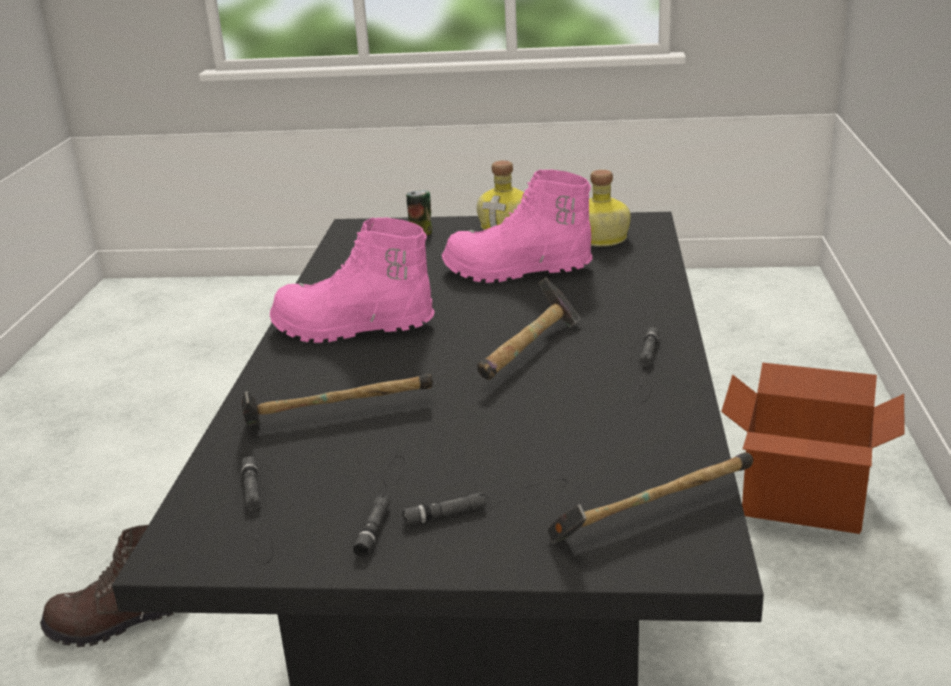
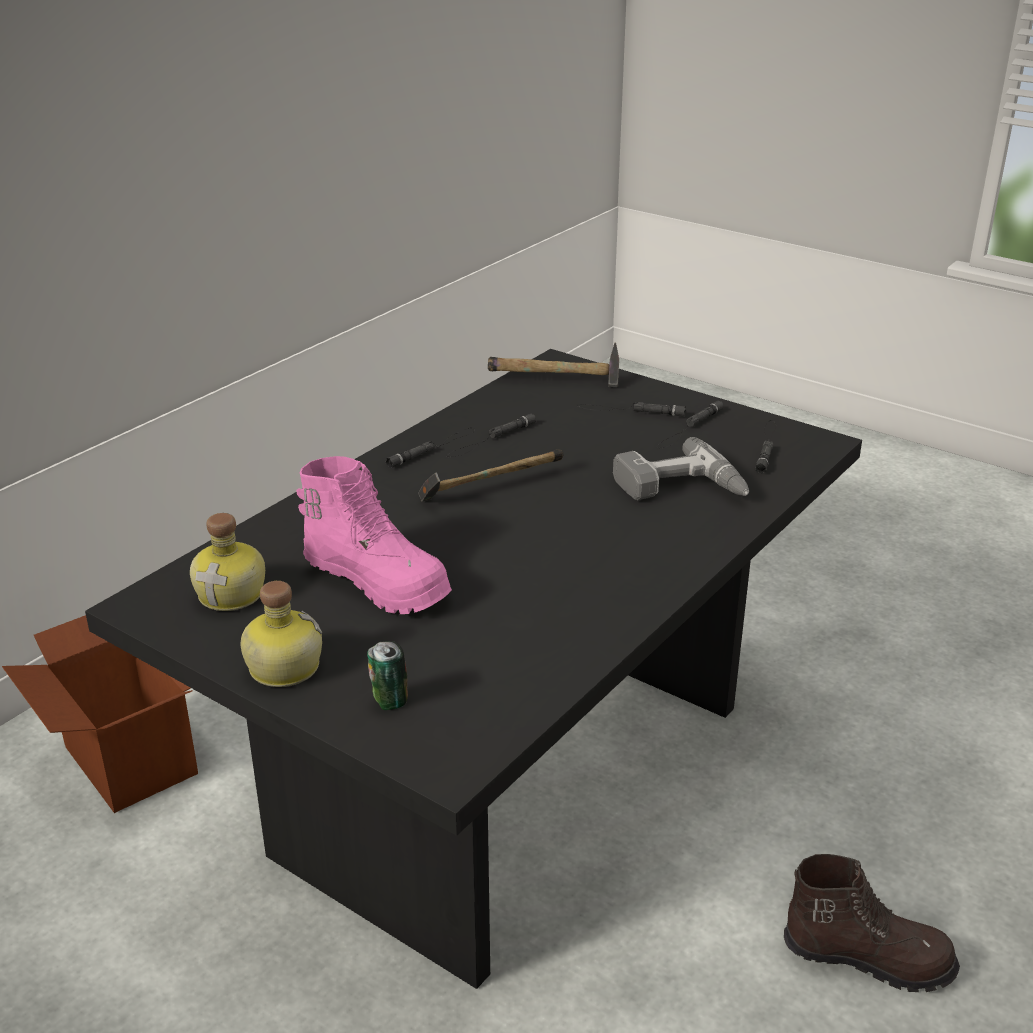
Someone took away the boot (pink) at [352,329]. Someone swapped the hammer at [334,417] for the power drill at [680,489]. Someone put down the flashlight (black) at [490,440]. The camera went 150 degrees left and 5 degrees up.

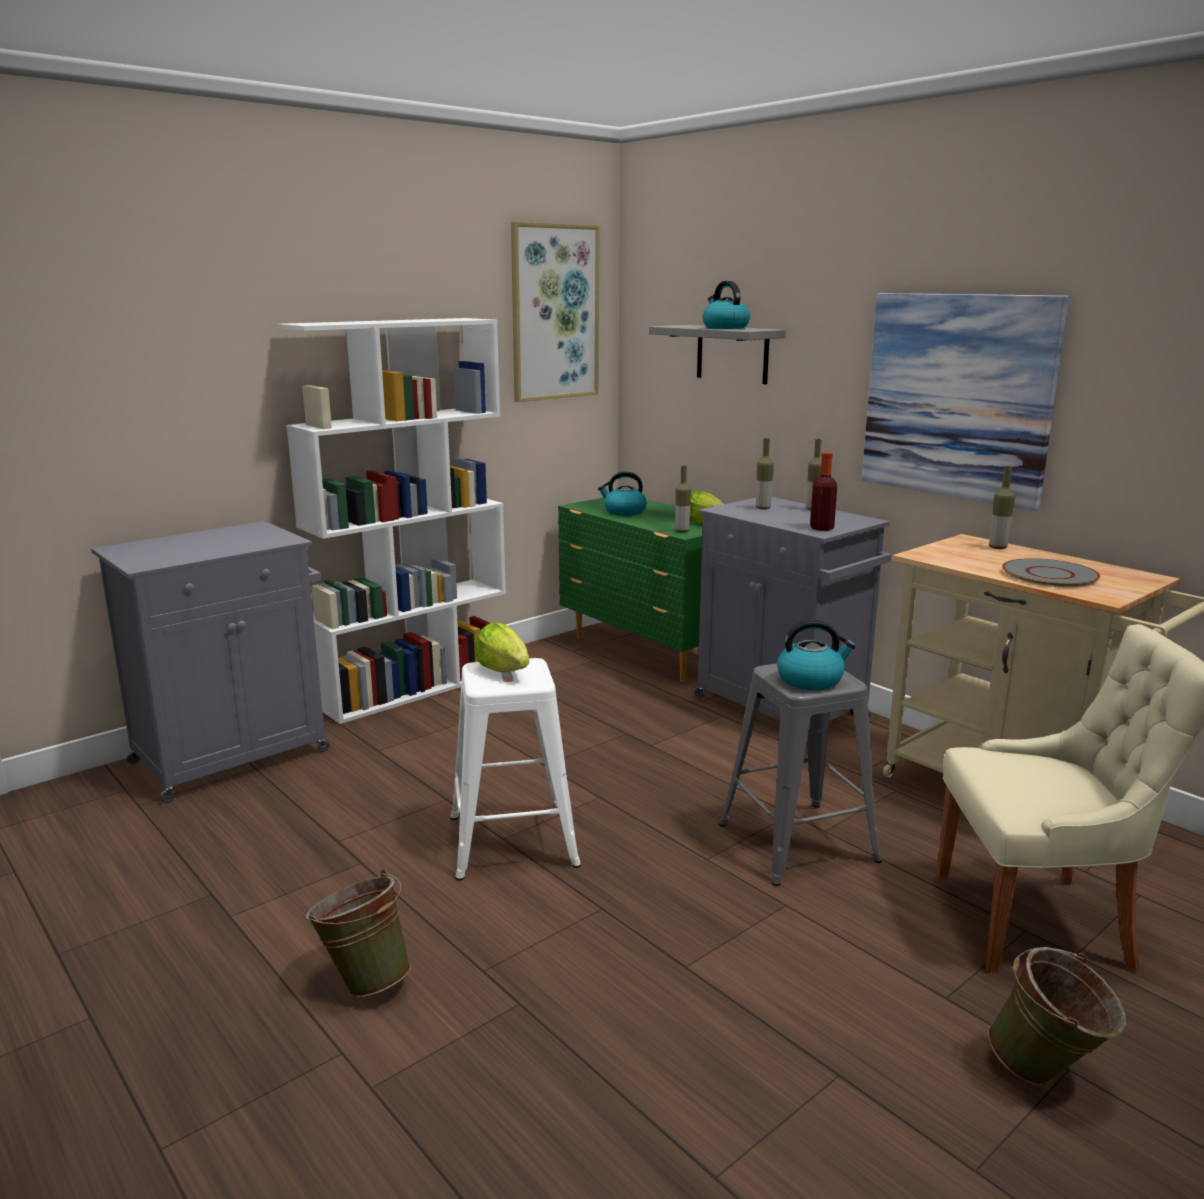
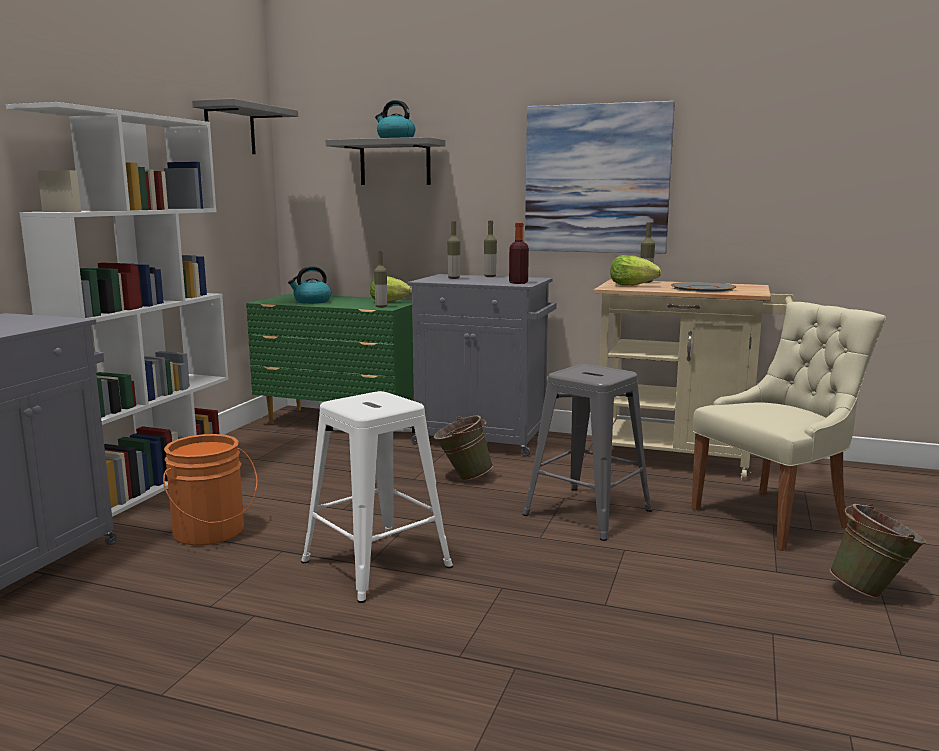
Someone swapped the picture at [554,313] for the shelf (grey) at [230,129]. Someone took away the kettle at [811,680]. Someone carried the lettuce from [503,669] to [631,285]. Someone carried the bucket (green) from [364,979] to [462,477]. Someone put down the bucket (orange) at [211,532]. The camera went 30 degrees left and 5 degrees down.

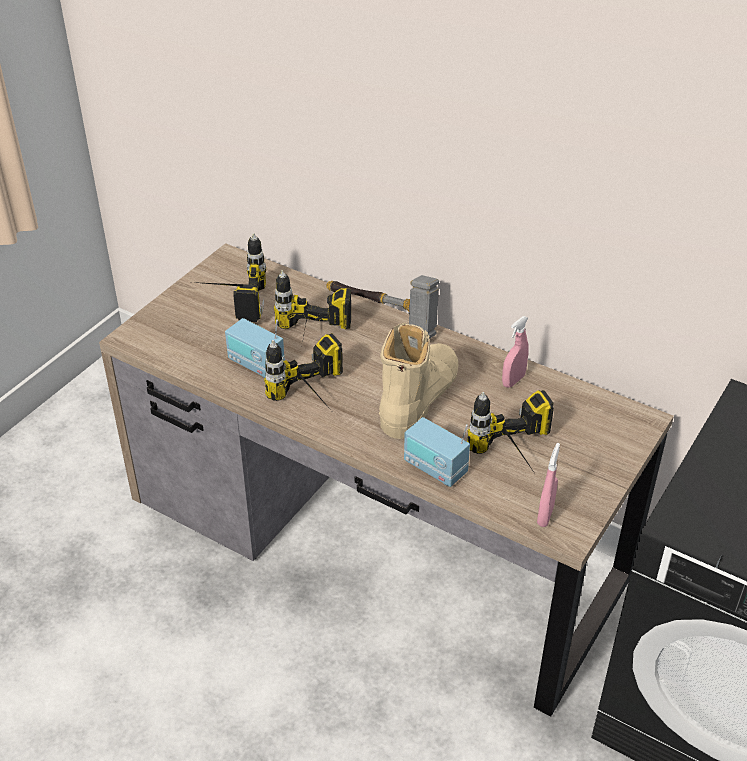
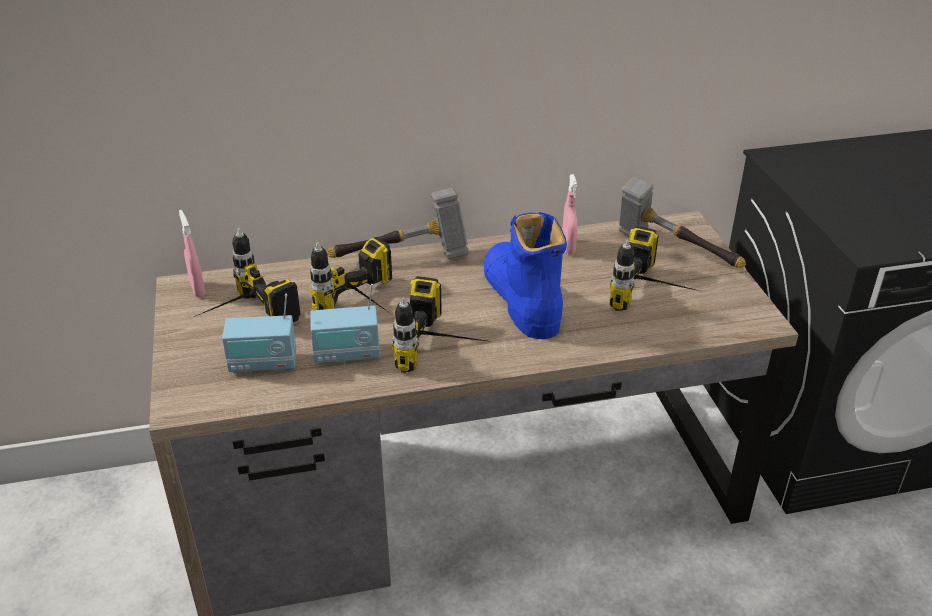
Someone repainted the boot (beige) at [418,398], which became the boot (blue) at [521,299]. Someone carried the radio from [435,468] to [263,364]. Someone carried the spray bottle (pink) from [545,516] to [197,289]. Someone put down the hammer at [673,253]. The camera went 45 degrees left and 5 degrees down.

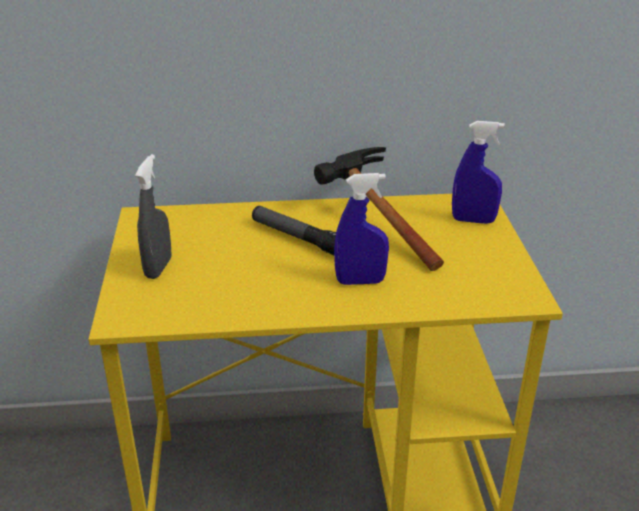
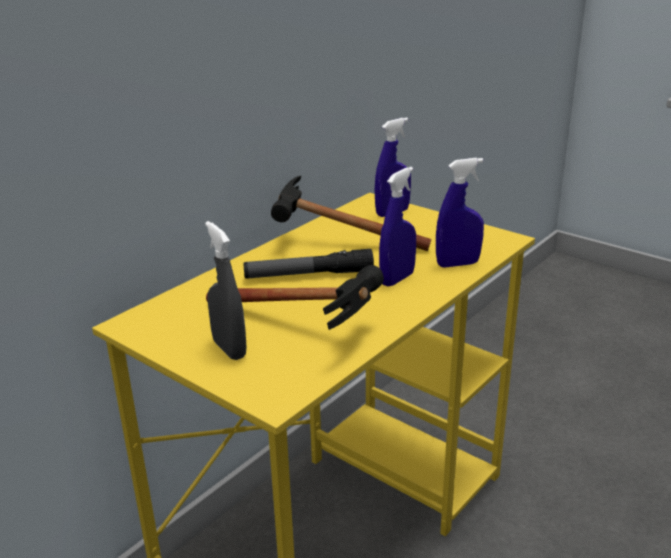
Someone put down the spray bottle (blue) at [457,264]. Someone put down the hammer at [308,328]. The camera went 45 degrees left and 5 degrees down.

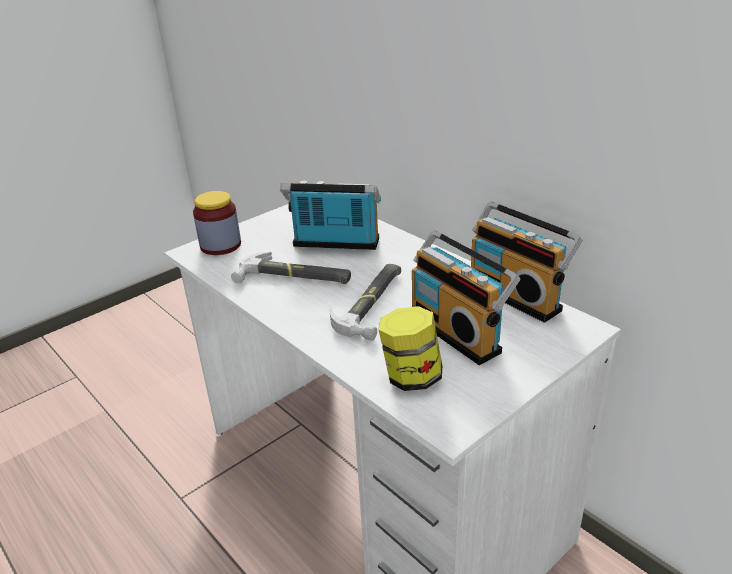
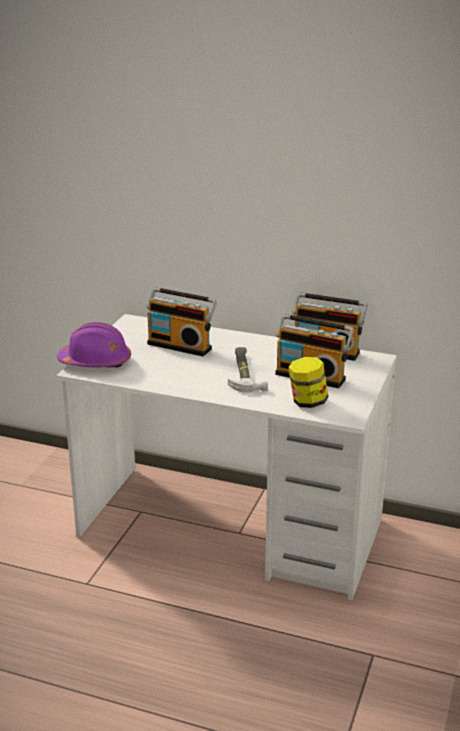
Someone rotated the radio at [335,244] by 135 degrees counterclockwise. Someone swapped the jar at [220,245] for the hard hat (purple) at [96,362]. Someone took away the hammer at [294,277]. The camera went 30 degrees left and 5 degrees down.

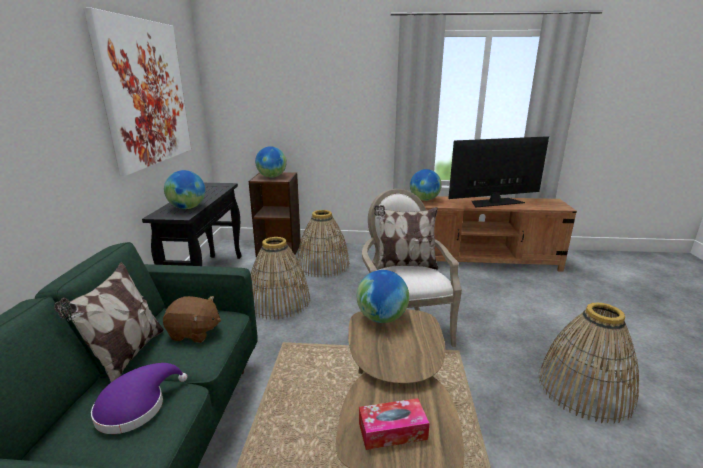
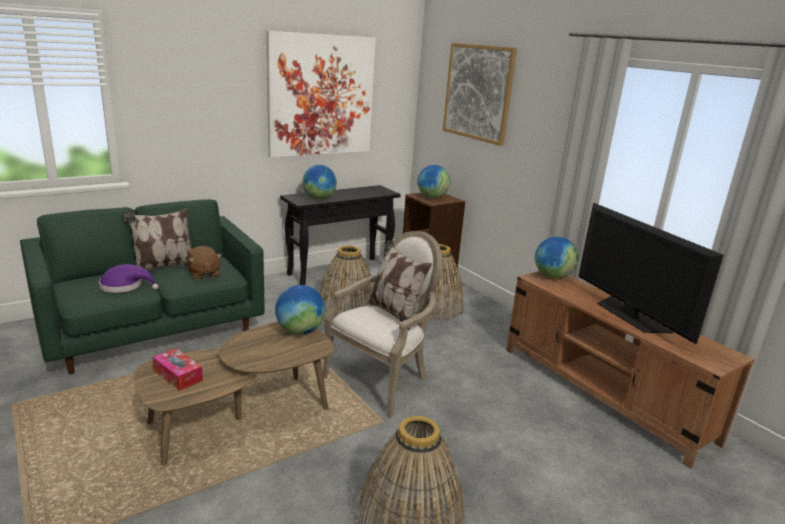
Someone rotated the television at [495,202] by 150 degrees counterclockwise. Someone put up the picture at [478,92]. The camera went 50 degrees right and 0 degrees up.

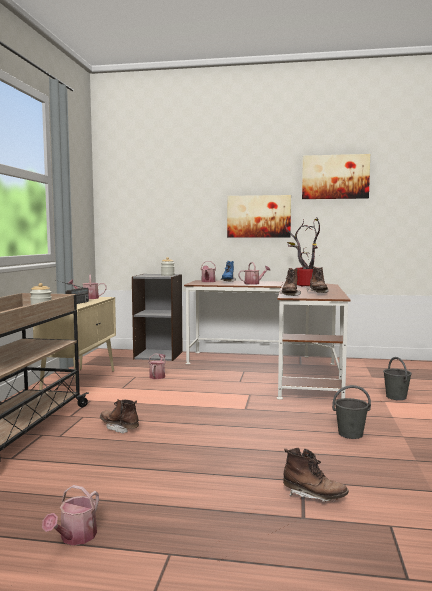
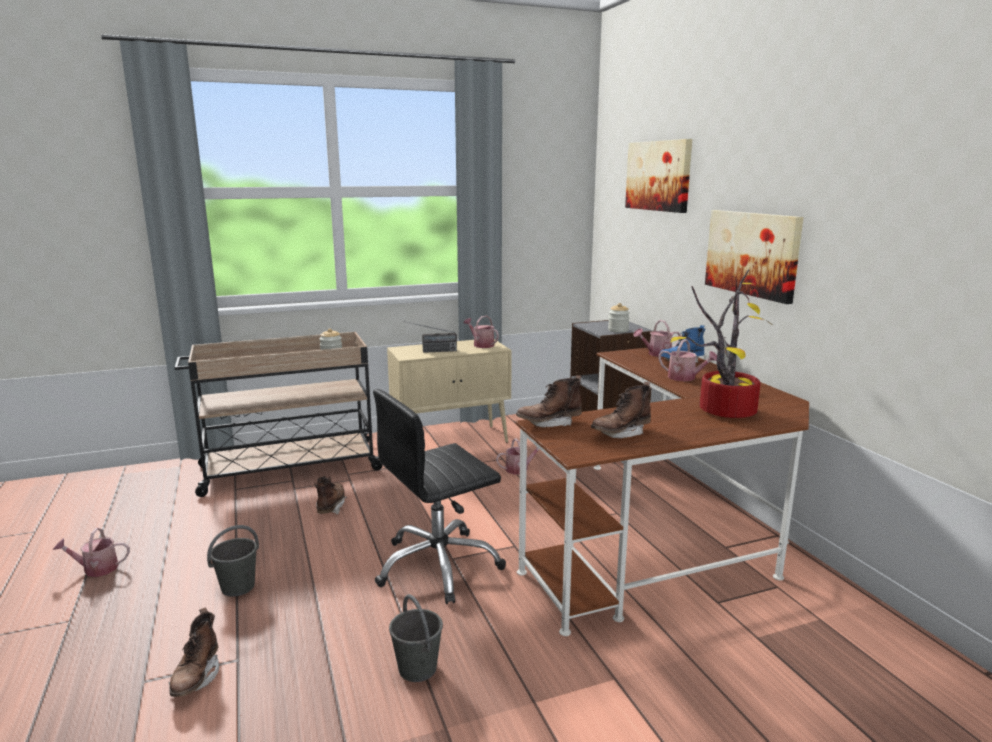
Someone carried the picture from [335,177] to [658,176]. Someone carried the bucket (grey) from [396,397] to [237,587]. Someone put down the office chair (black) at [438,566]. The camera went 60 degrees right and 10 degrees up.

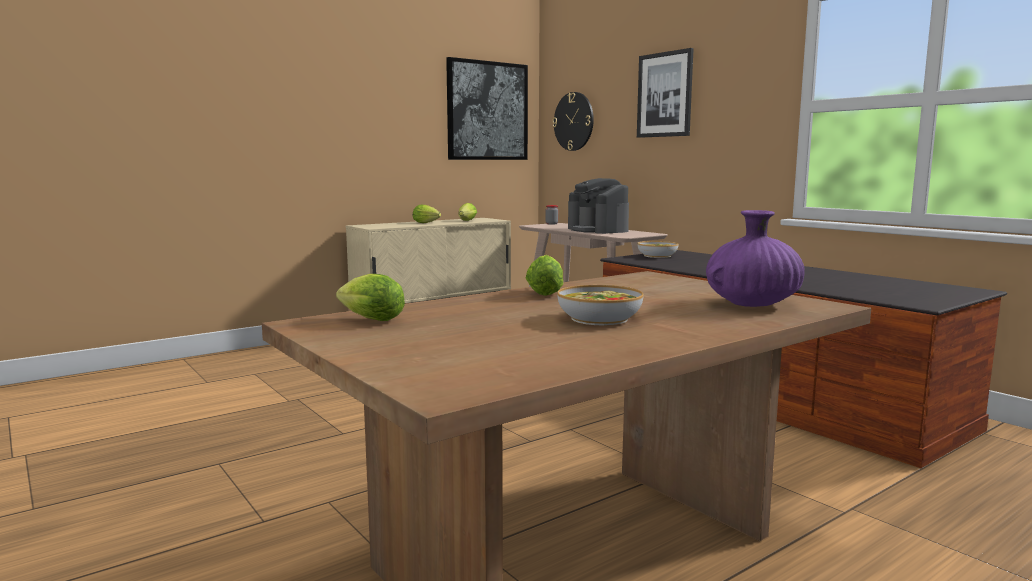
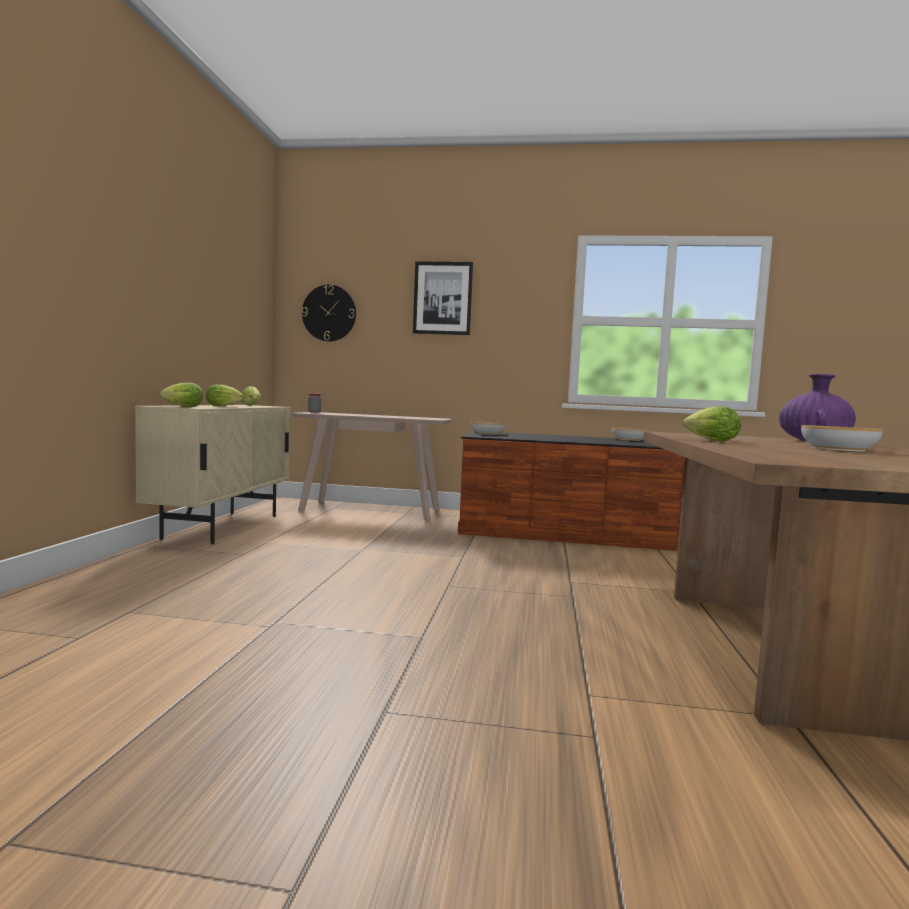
Someone took away the picture at [487,111]. Someone took away the coffee machine at [598,230]. Someone carried the lettuce from [368,319] to [181,406]. Someone put down the bowl at [629,439]. The camera went 45 degrees left and 5 degrees down.

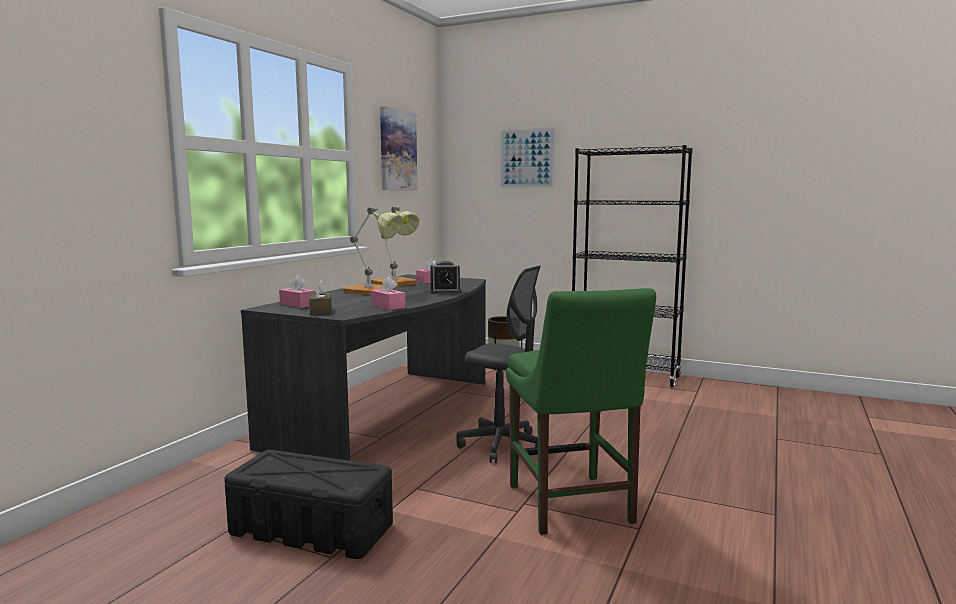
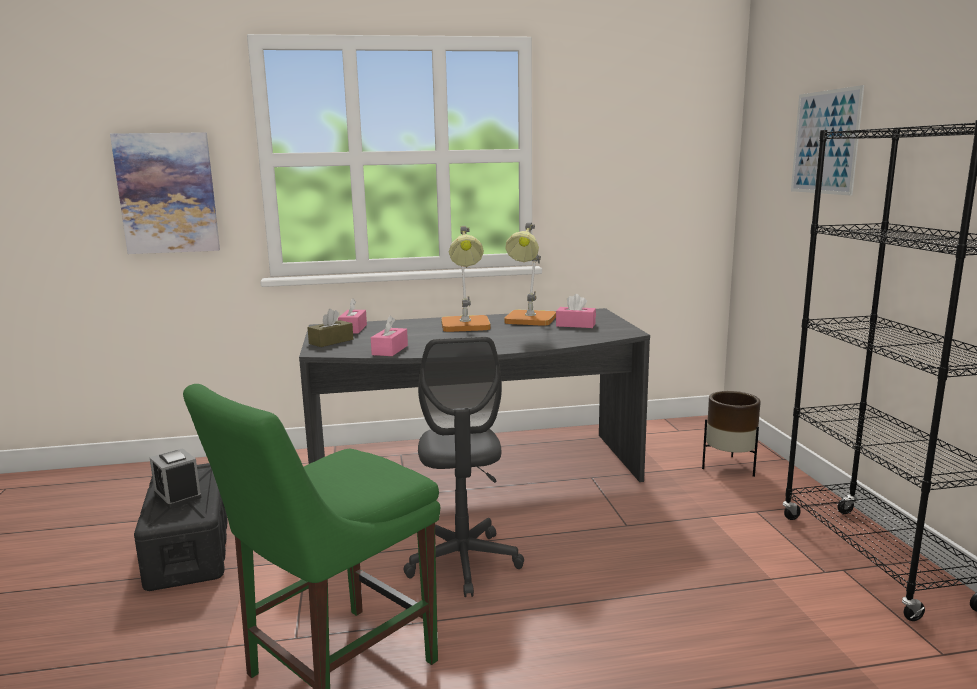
Someone carried the picture from [397,150] to [167,193]. Someone carried the alarm clock from [445,291] to [177,495]. The camera went 55 degrees right and 5 degrees up.

